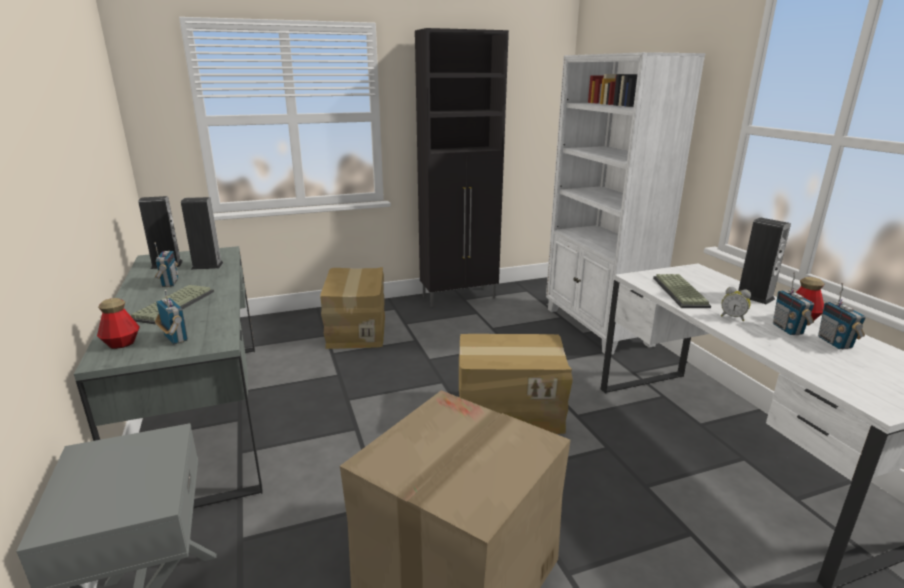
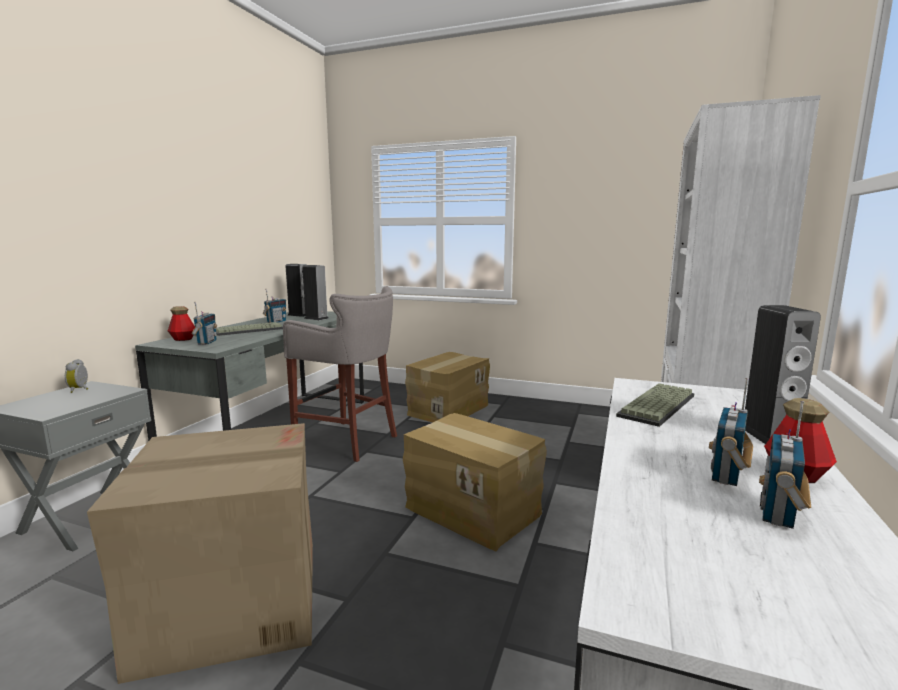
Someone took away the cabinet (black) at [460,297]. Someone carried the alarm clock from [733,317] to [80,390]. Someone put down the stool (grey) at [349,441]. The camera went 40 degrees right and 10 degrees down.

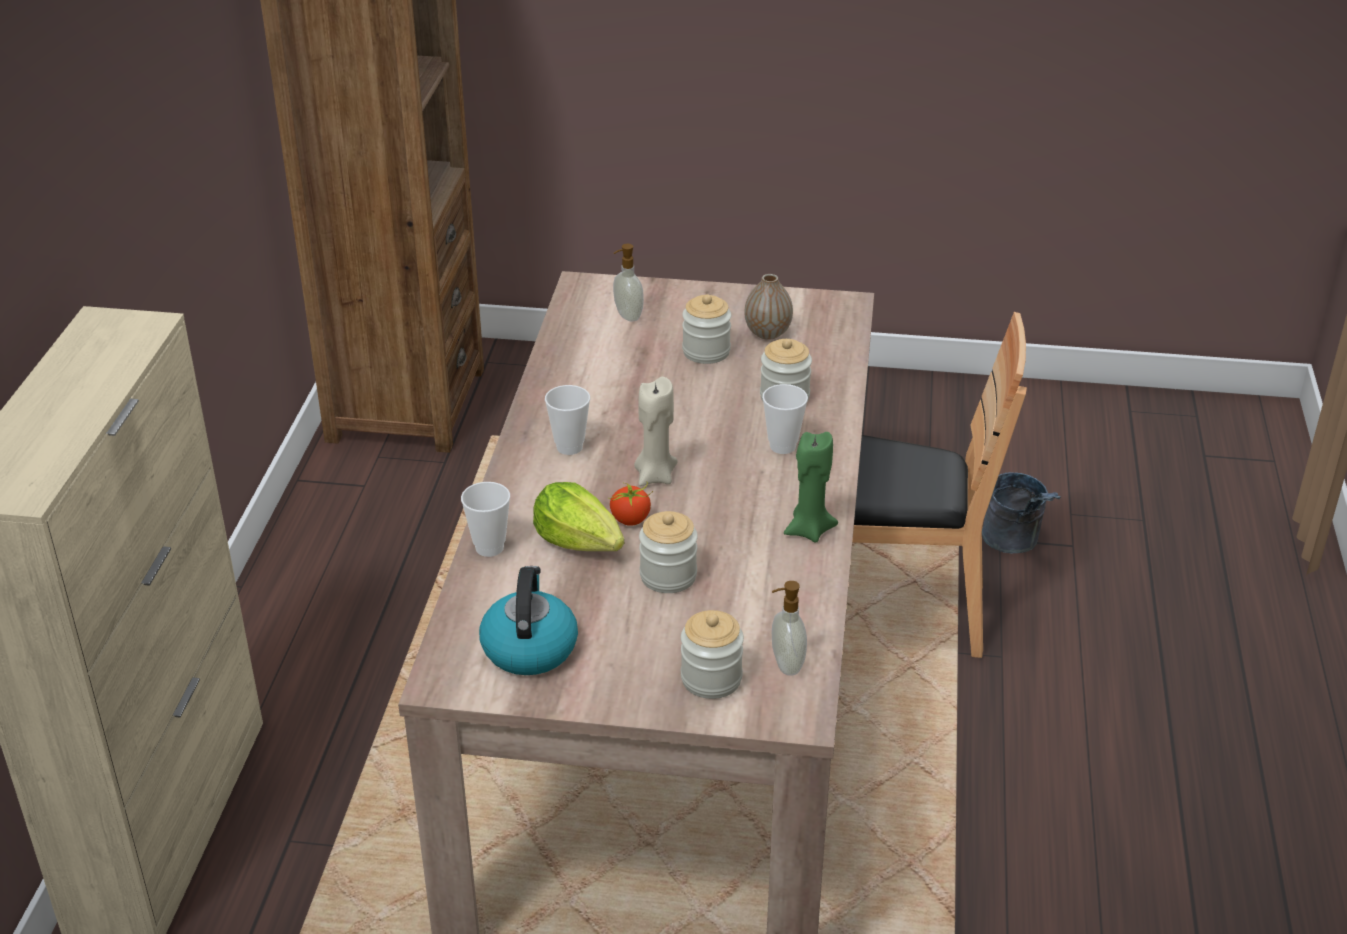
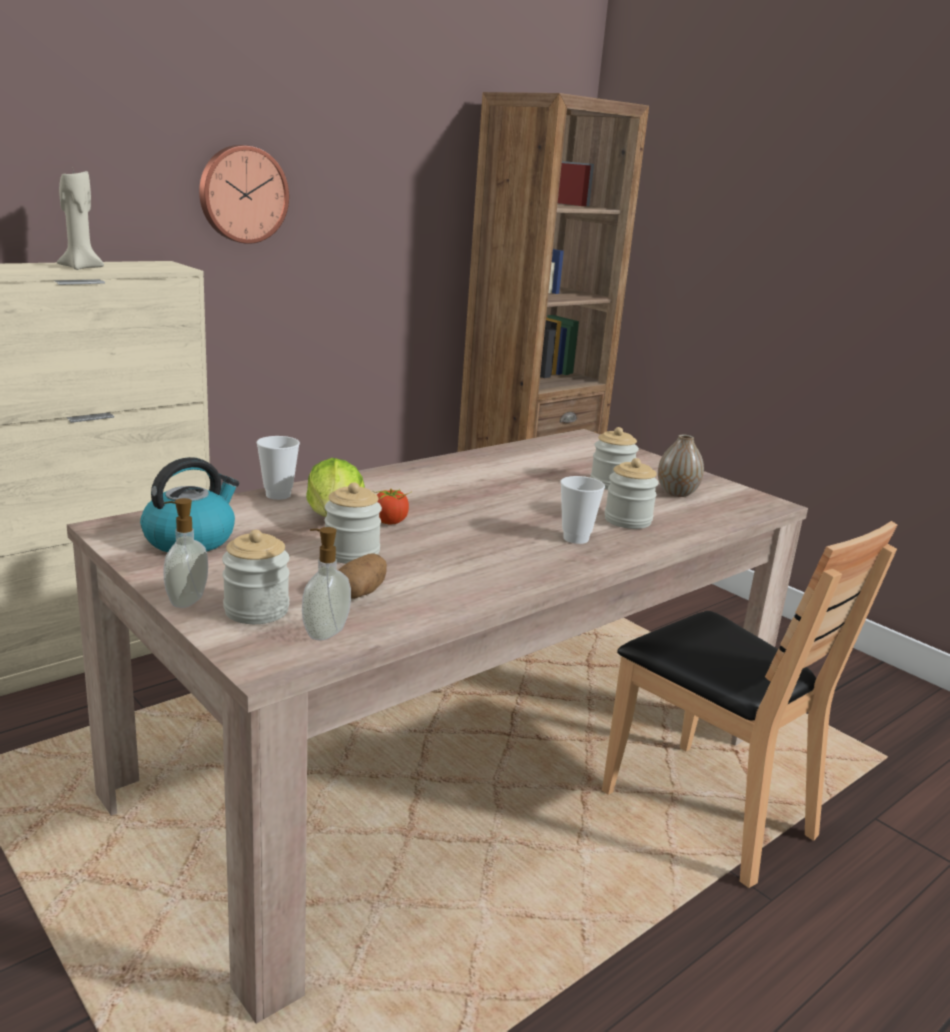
Someone carried the soap dispenser from [627,316] to [185,600]. Someone carried the candle (beige) from [655,476] to [81,268]. Someone took away the cup at [569,447]. Someone took away the candle (green) at [809,530]. Someone took away the bucket (grey) at [1015,543]. Someone put up the wall clock at [242,194]. Someone put down the potato at [361,593]. The camera went 40 degrees right and 15 degrees down.

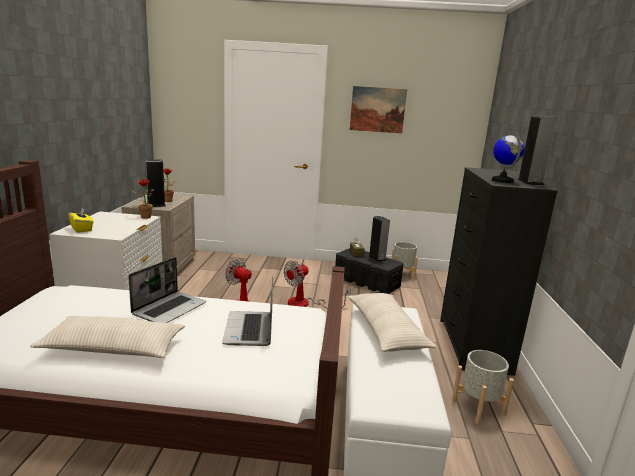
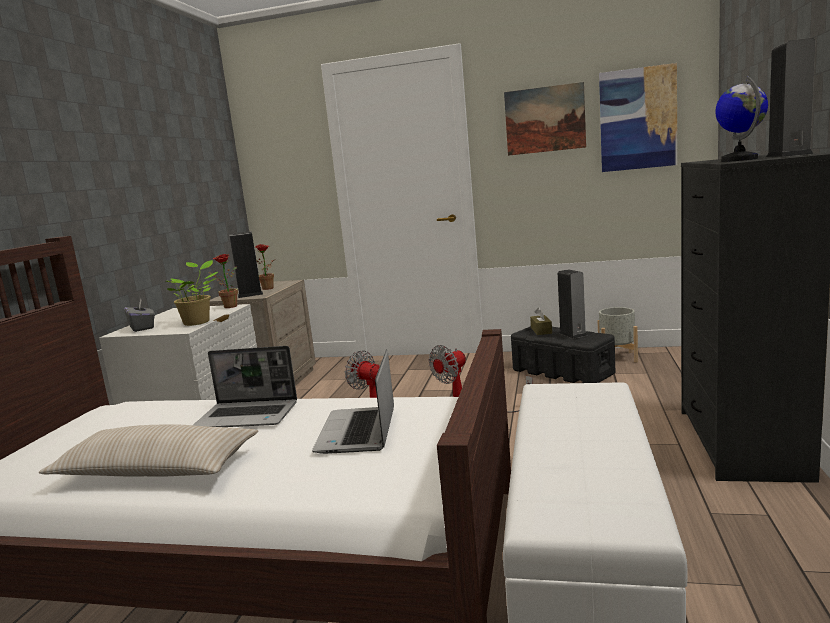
Someone repainted the tissue box (yellow) at [82,229], which became the tissue box (grey) at [142,327]. Someone rotated the laptop at [170,309] by 60 degrees clockwise. Someone took away the pillow (beige) at [386,331]. Someone took away the planter (grey) at [478,407]. Someone put up the picture at [637,119]. Someone put down the potted plant at [198,322]. The camera went 10 degrees right and 5 degrees down.

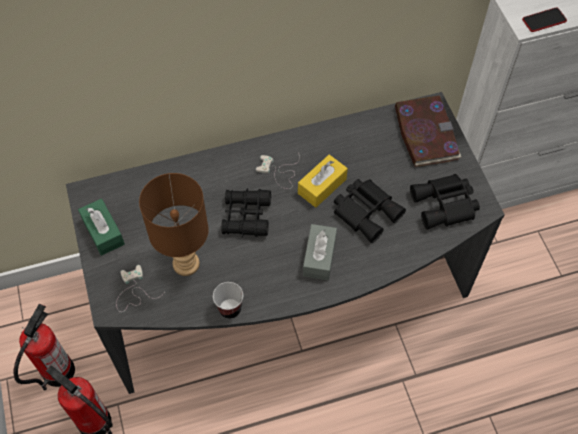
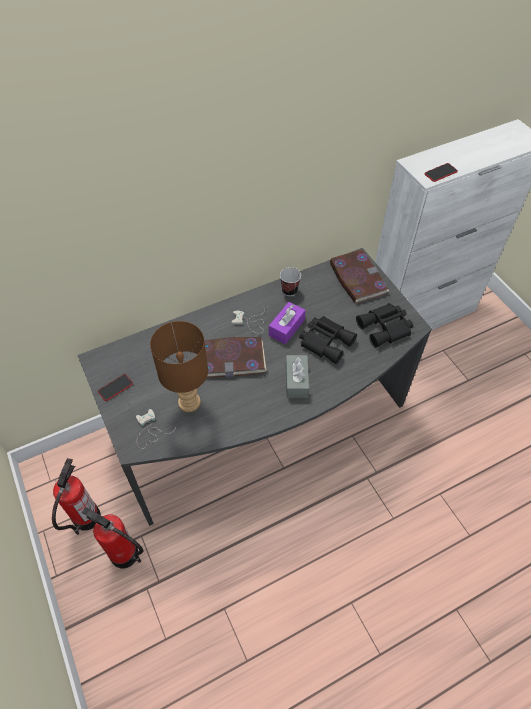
Someone repainted the tissue box (yellow) at [322,186], which became the tissue box (purple) at [286,327]. Someone swapped the binoculars (black) at [246,216] for the book at [231,359]. Someone swapped the tissue box (green) at [103,232] for the phone at [115,388]. Someone carried the cup from [230,309] to [289,291]. The camera went 10 degrees left and 5 degrees down.

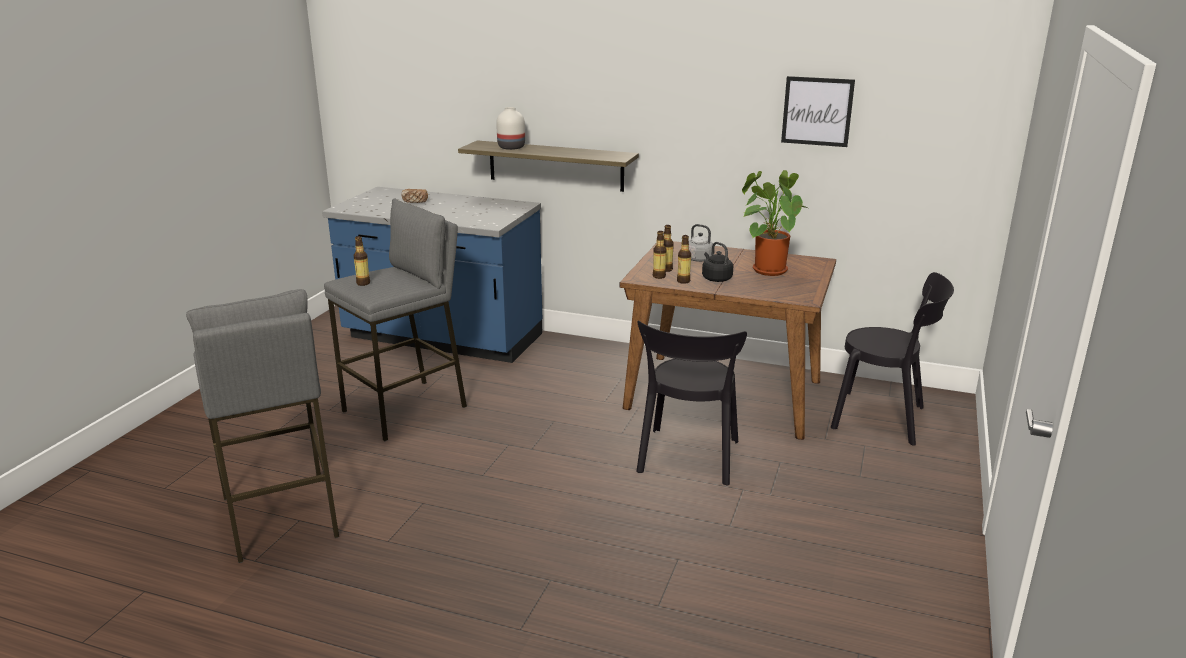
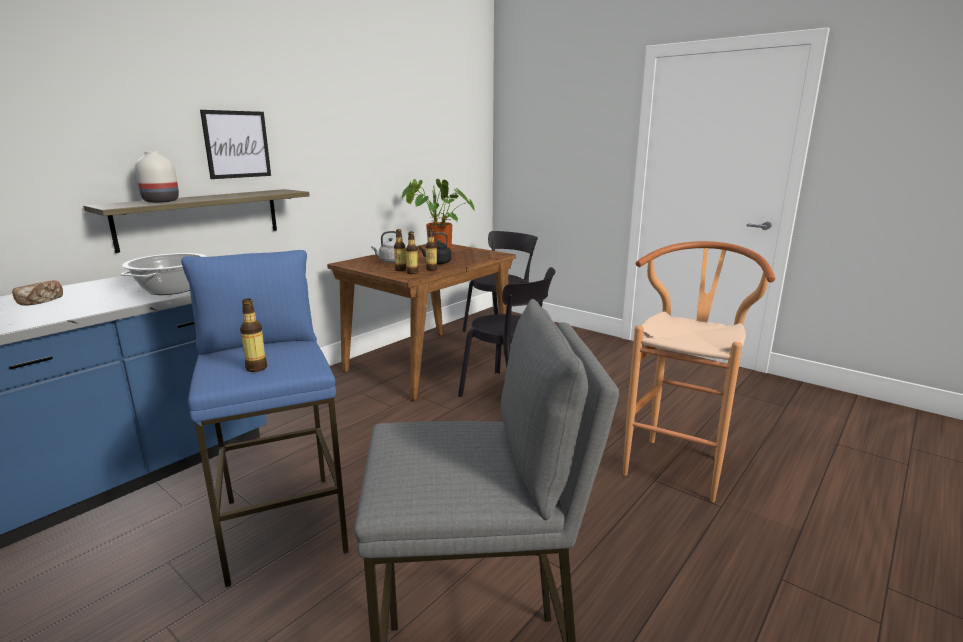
Someone carried the picture from [817,111] to [237,144]. Someone repainted the stool (grey) at [406,409], which became the stool (blue) at [284,525]. Someone put down the stool (brown) at [678,462]. Someone put down the cooking pot at [171,290]. The camera went 70 degrees left and 5 degrees down.

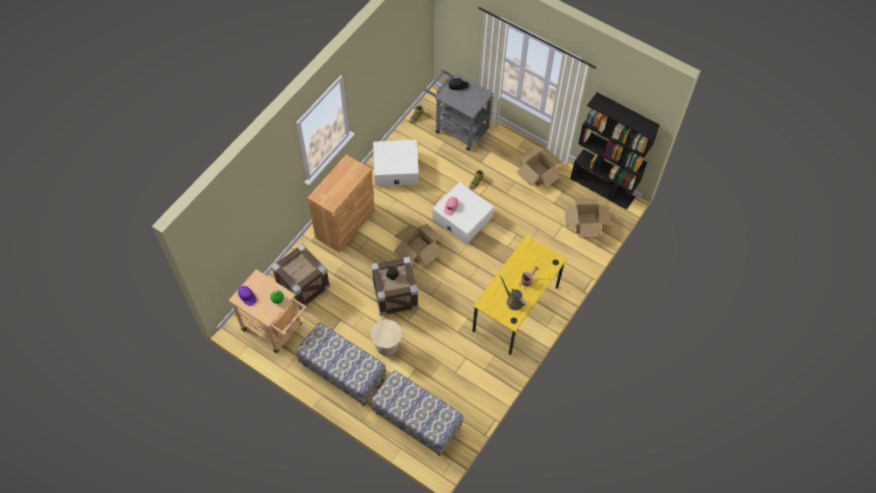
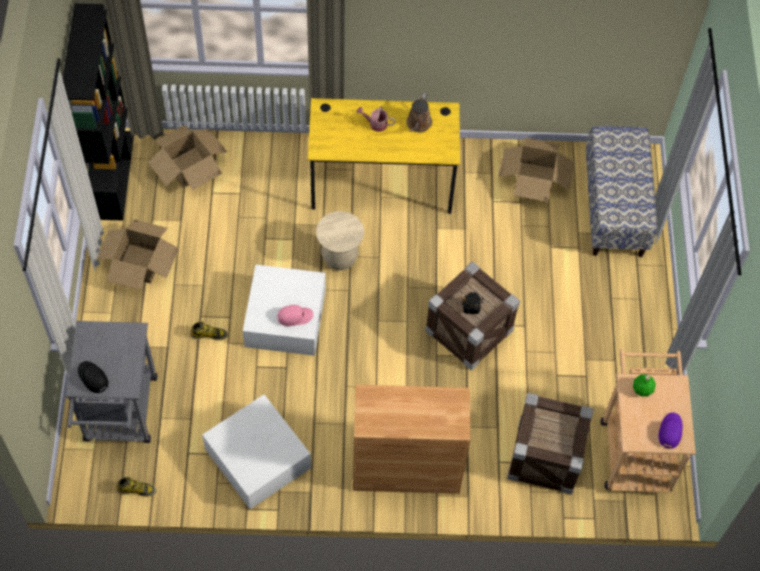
Someone carried the cardboard box from [417,249] to [534,179]. Someone carried the stool (beige) from [387,346] to [339,257]. Someone took away the bench at [342,372]. The camera went 125 degrees left and 0 degrees up.

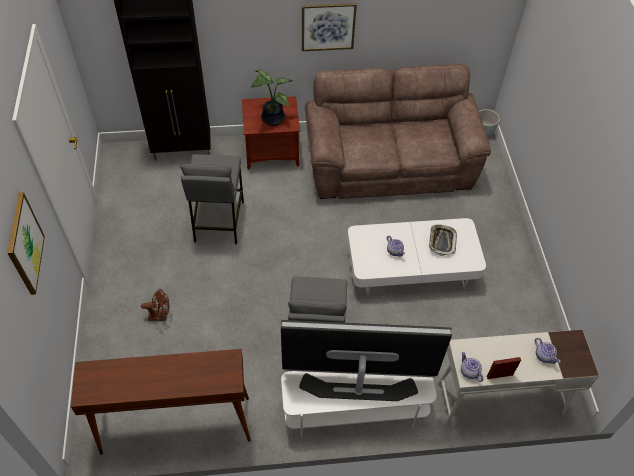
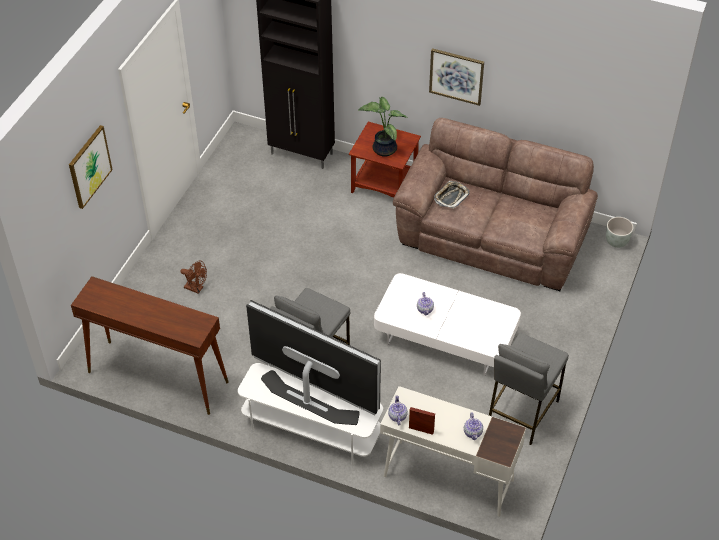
Someone carried the stool (grey) from [218,221] to [521,412]. Someone carried the tray from [442,241] to [451,197]. The camera went 30 degrees right and 5 degrees down.

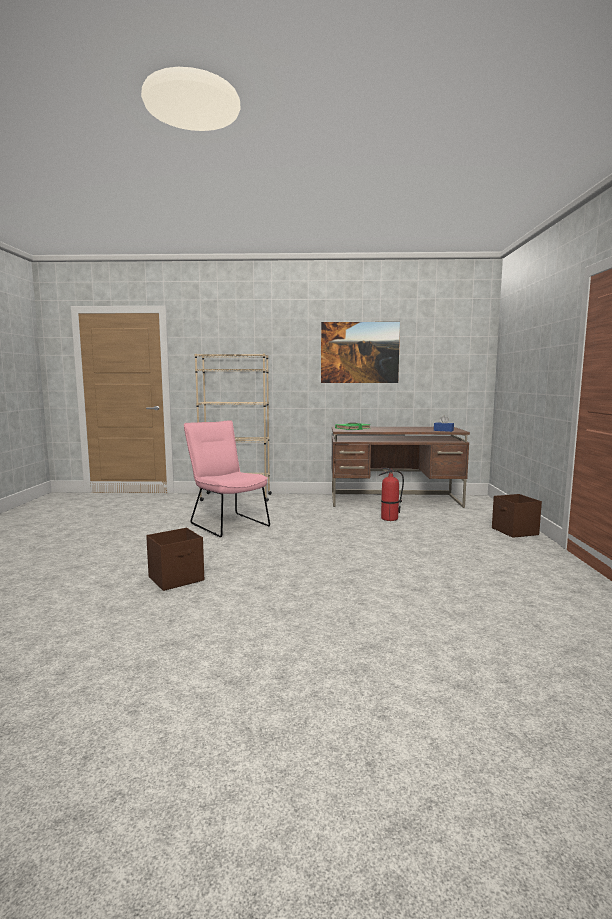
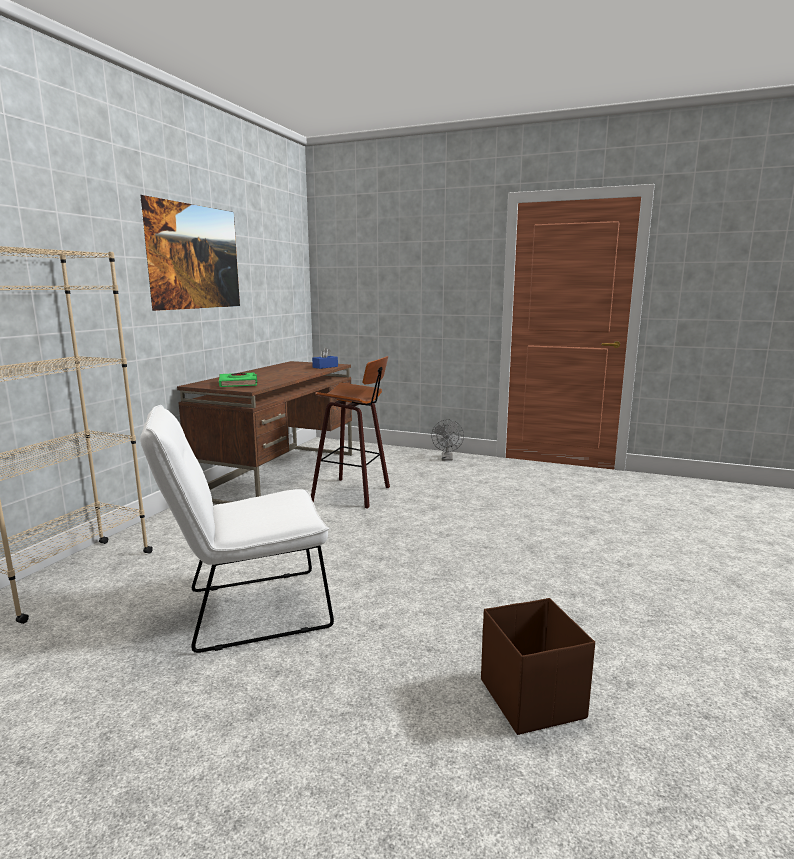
Someone repainted the chair (pink) at [226,523], which became the chair (white) at [246,610]. Someone swapped the fire extinguisher at [389,519] for the stool at [354,493]. Someone swapped the storage box (brown) at [515,531] for the fan (grey) at [447,459]. The camera went 70 degrees left and 5 degrees up.

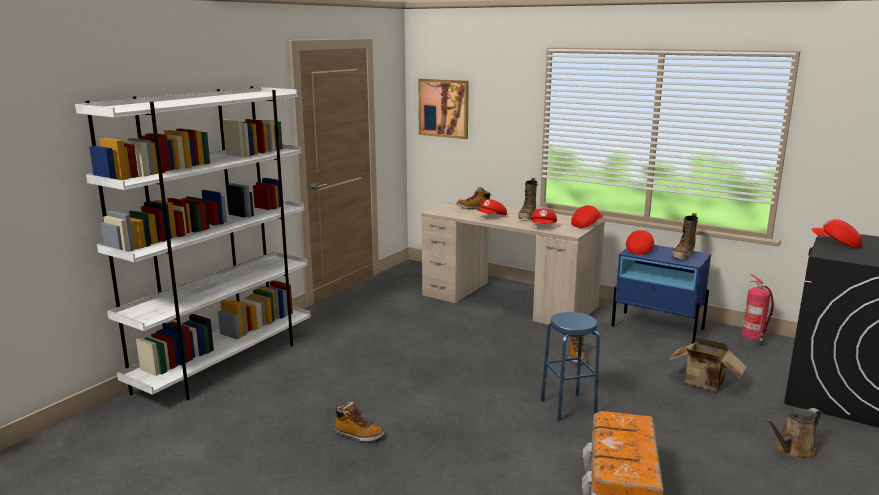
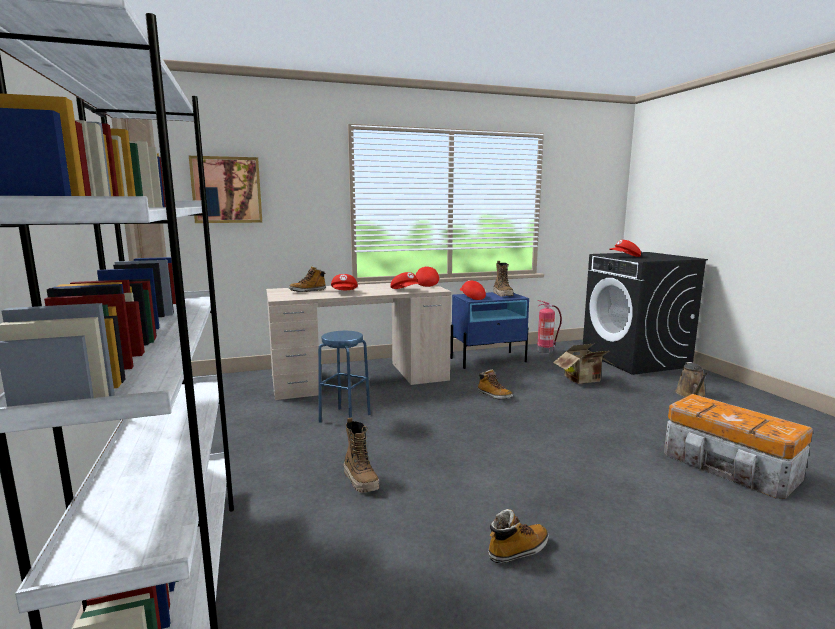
Someone carried the boot from [527,217] to [361,481]. Someone carried the stool (blue) from [568,407] to [345,418]. The camera went 50 degrees left and 5 degrees down.

